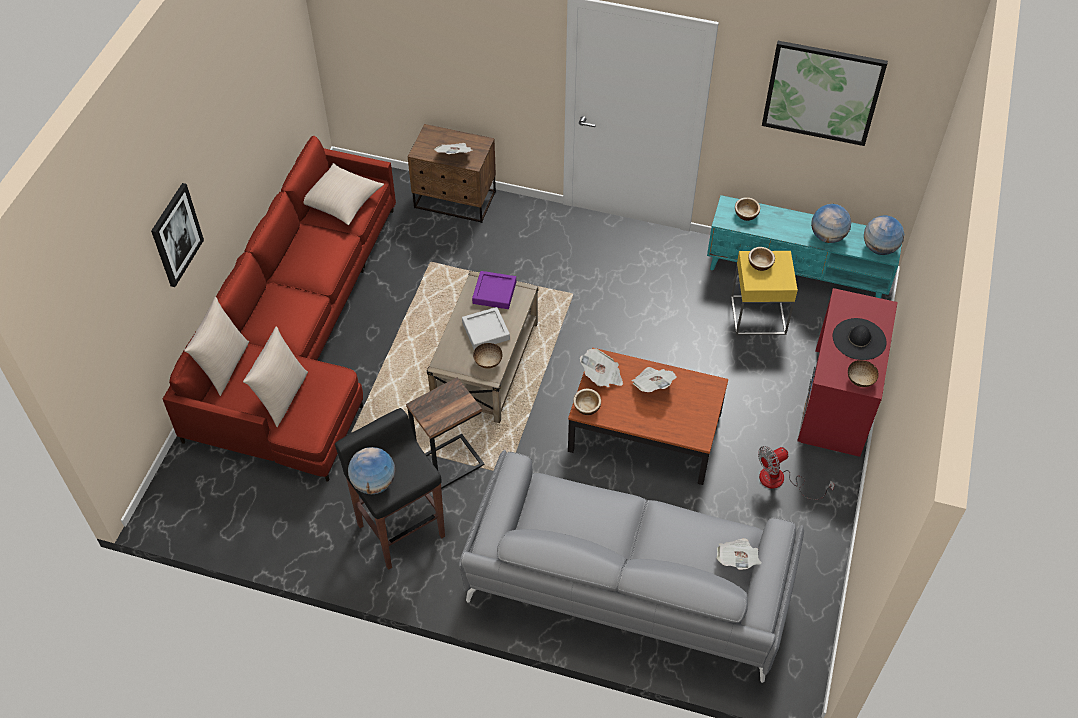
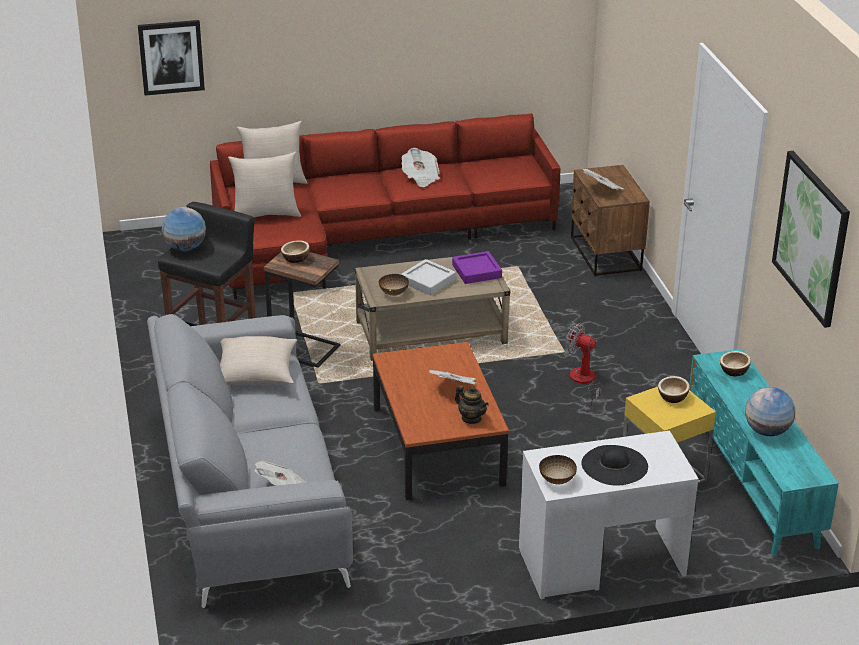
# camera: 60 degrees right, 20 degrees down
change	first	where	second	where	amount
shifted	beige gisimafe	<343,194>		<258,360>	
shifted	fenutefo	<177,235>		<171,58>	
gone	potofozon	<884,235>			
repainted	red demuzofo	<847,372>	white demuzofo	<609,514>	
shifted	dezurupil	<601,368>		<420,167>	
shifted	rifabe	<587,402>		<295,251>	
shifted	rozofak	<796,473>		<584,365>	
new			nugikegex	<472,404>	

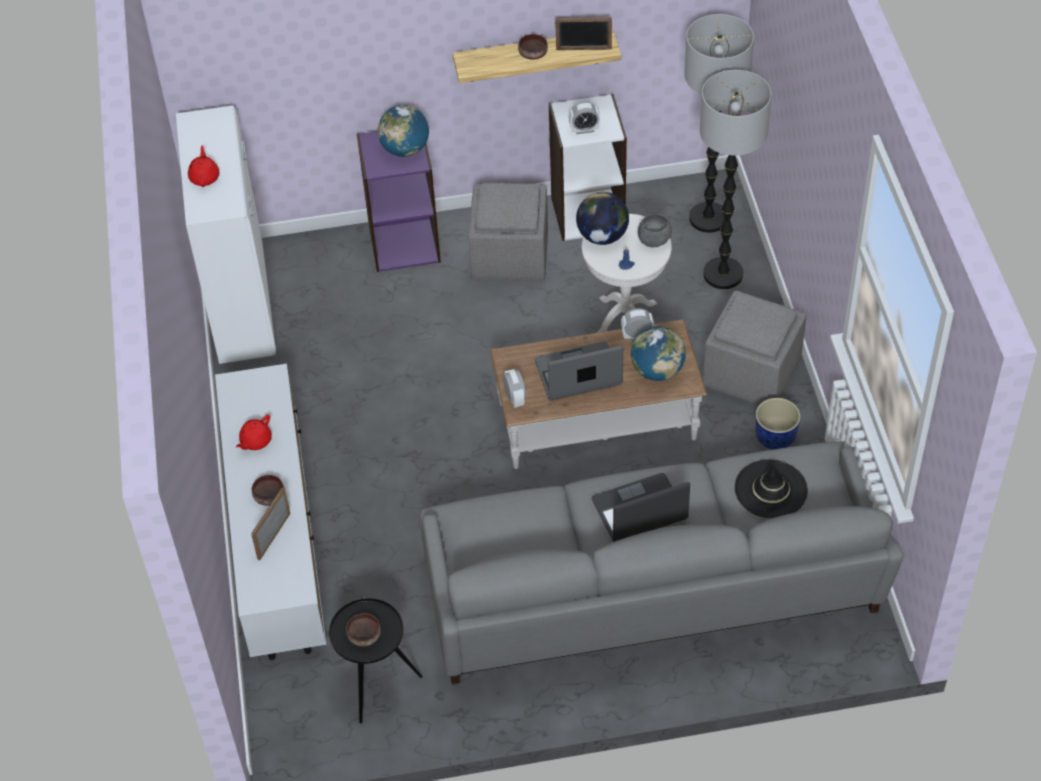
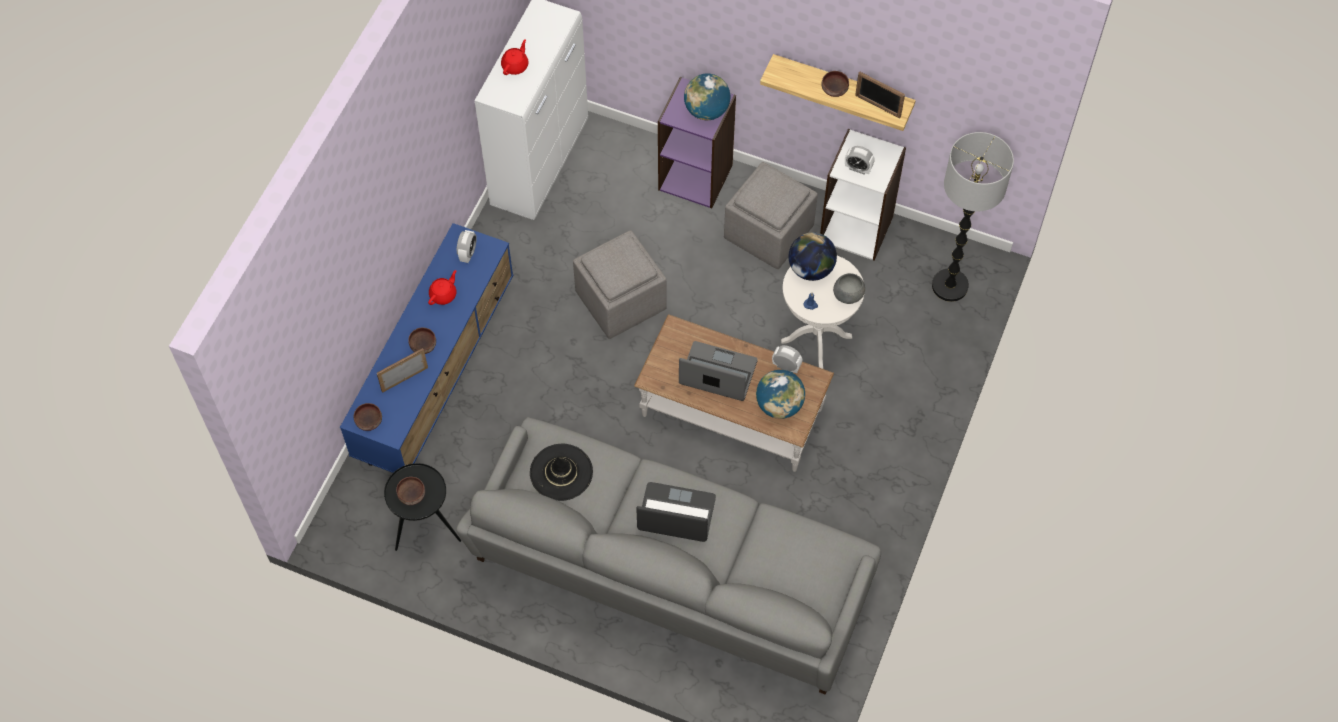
# camera: 30 degrees right, 10 degrees up
change	first	where	second	where	amount
gone	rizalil	<736,179>			
shifted	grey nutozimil	<755,347>		<619,284>	
repainted	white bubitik	<270,512>	blue bubitik	<426,348>	
shifted	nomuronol	<514,388>		<467,246>	
gone	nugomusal	<778,424>			
rotated	red nugikegex	<254,432>		<442,287>	150 degrees clockwise
shifted	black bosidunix	<771,489>		<561,472>	
new			brown rifabe	<368,417>	

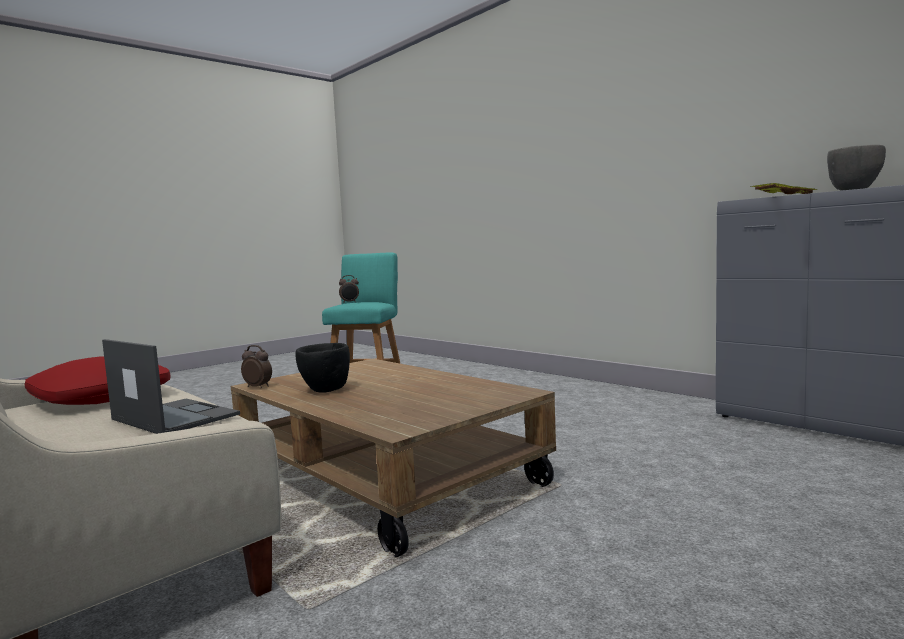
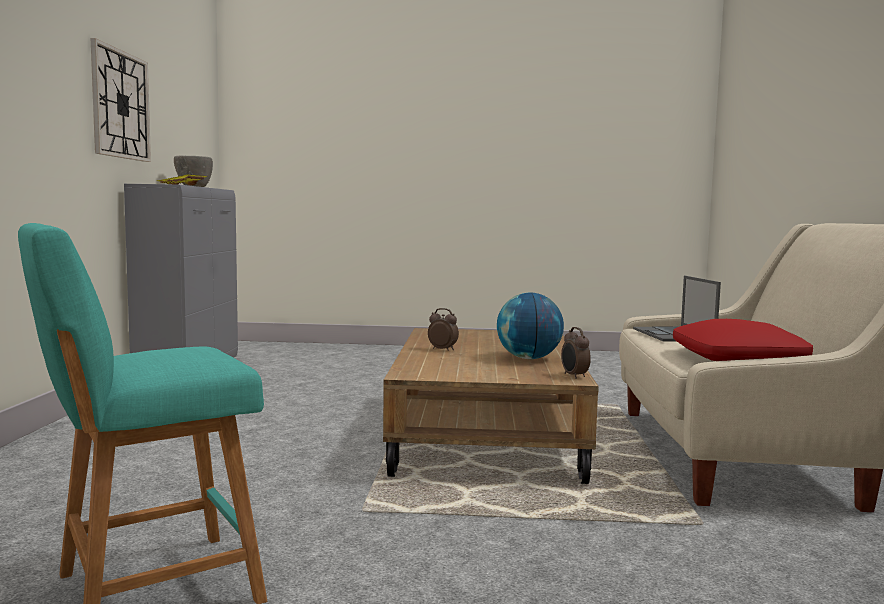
# camera: 135 degrees left, 0 degrees up
change	first	where	second	where	amount
shifted	nomuronol	<349,289>		<443,329>	
swapped	black rifabe	<323,368>	potofozon	<530,326>	
new			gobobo	<121,100>	

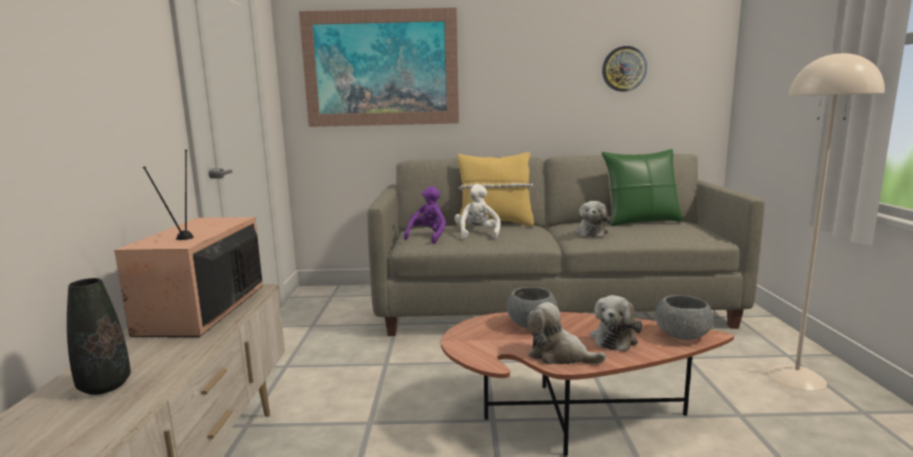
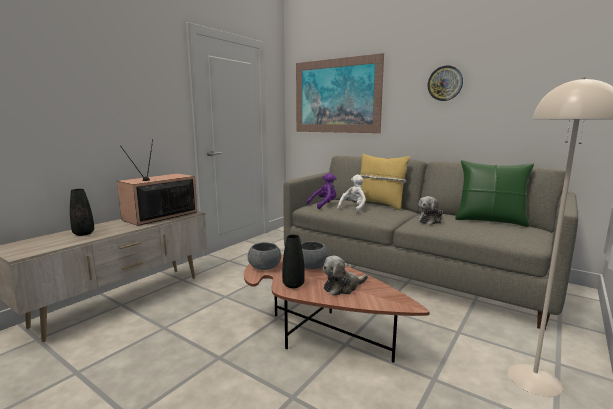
# camera: 35 degrees right, 0 degrees up
change	first	where	second	where	amount
shifted	gobobo	<624,69>		<445,83>	
shifted	grey rifabe	<684,317>		<264,256>	
swapped	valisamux	<566,333>	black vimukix	<293,261>	

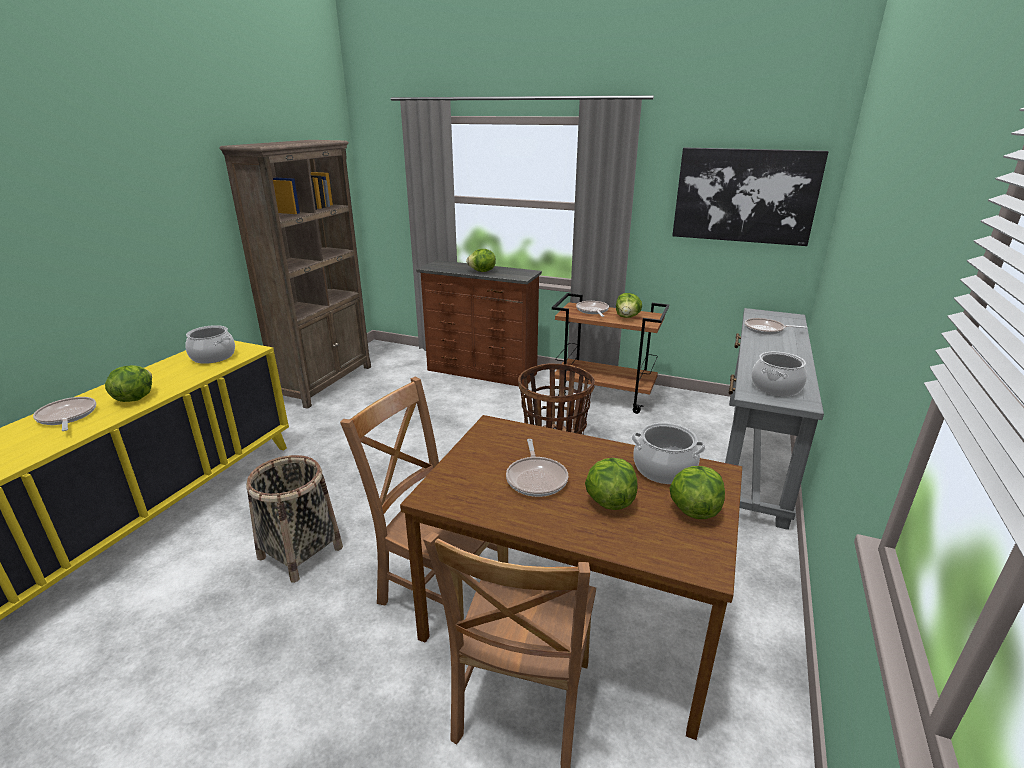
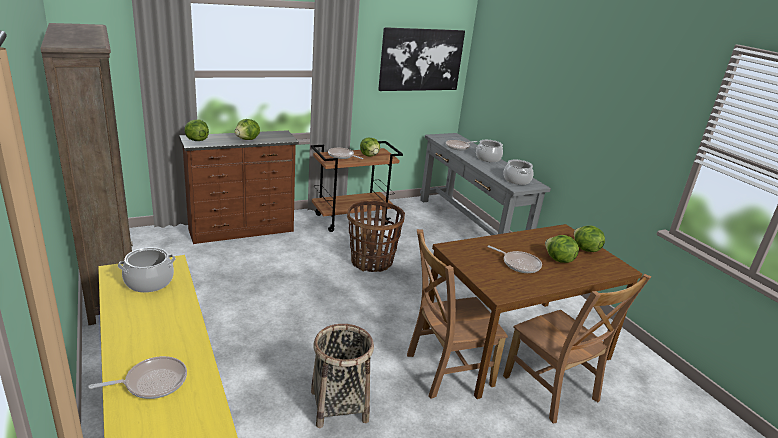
# camera: 50 degrees left, 0 degrees up
change	first	where	second	where	amount
shifted	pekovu	<128,383>		<196,130>	
rotated	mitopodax	<64,414>		<137,377>	150 degrees clockwise
shifted	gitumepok	<668,453>		<489,151>	

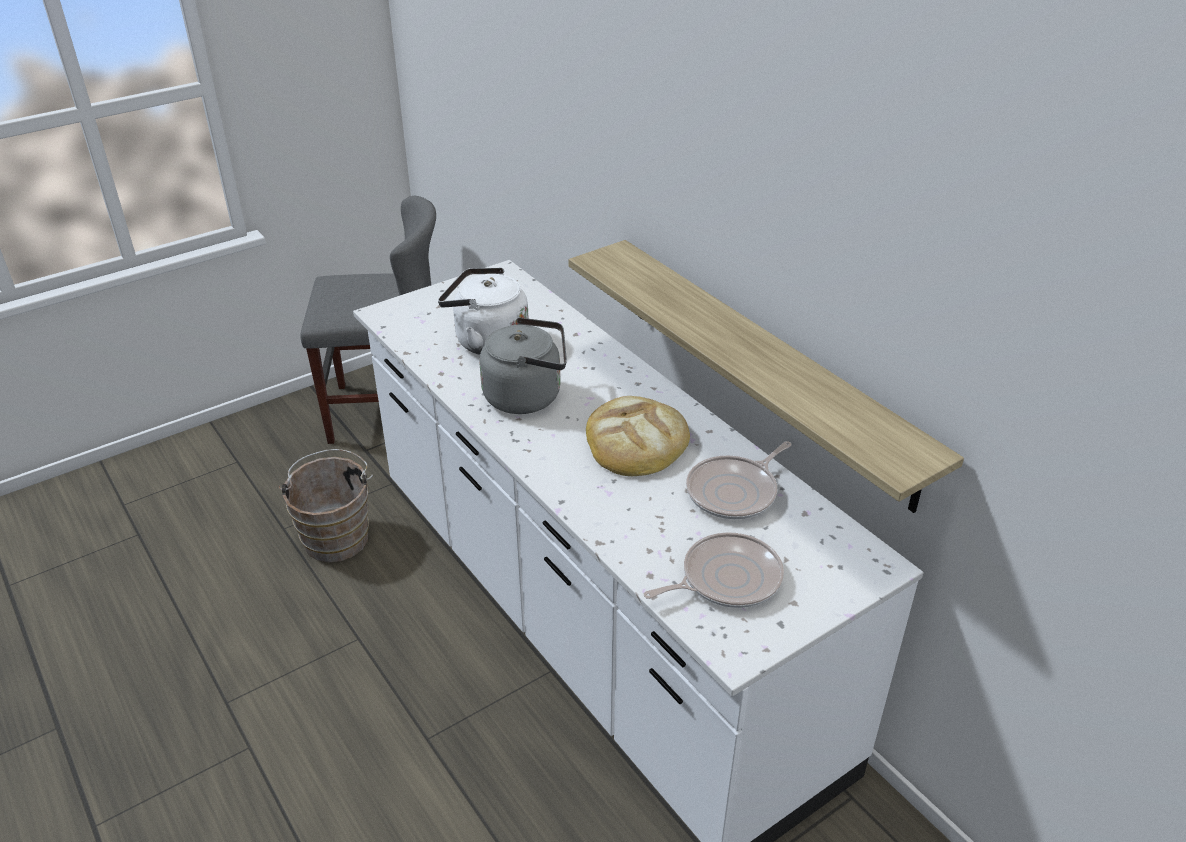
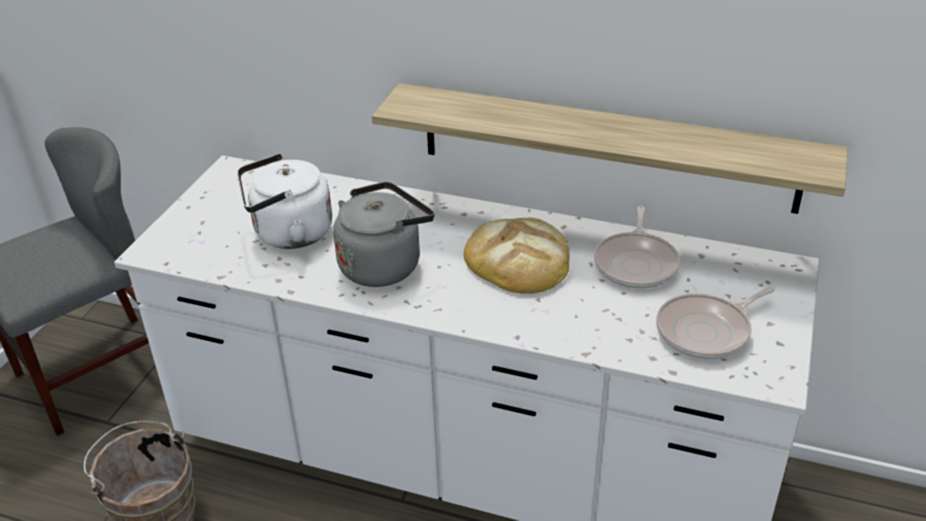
# camera: 35 degrees left, 0 degrees up
change	first	where	second	where	amount
rotated	mitopodax	<713,570>		<715,323>	150 degrees counterclockwise

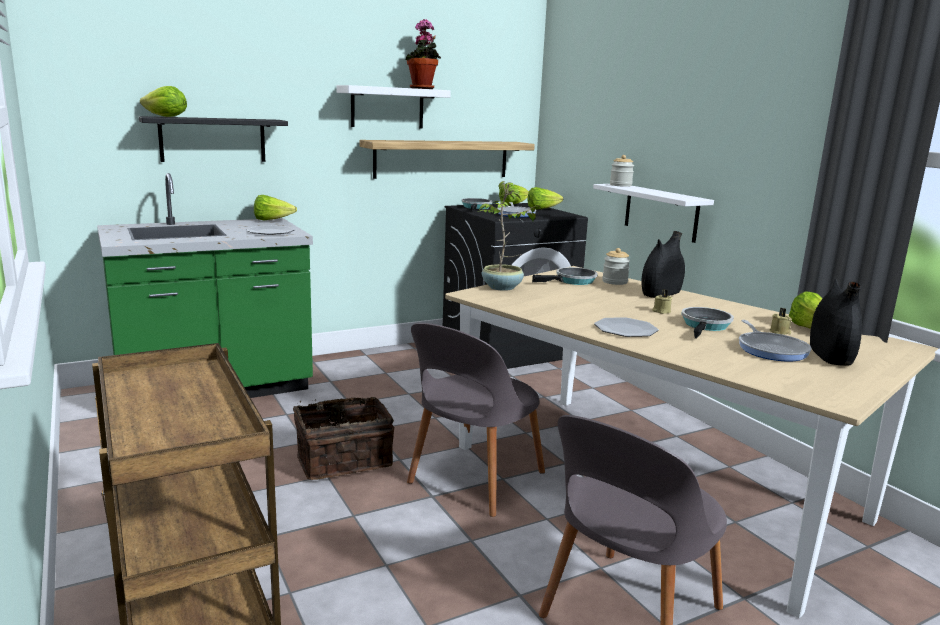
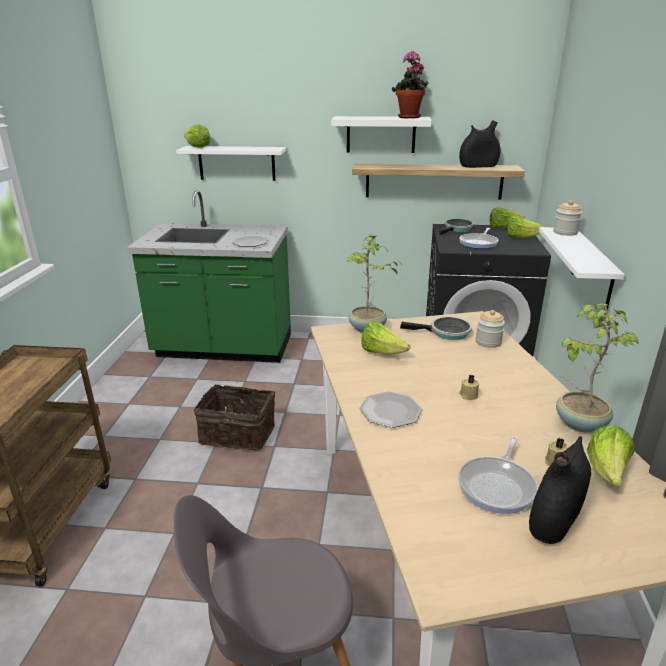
# camera: 35 degrees right, 10 degrees up
change	first	where	second	where	amount
repainted	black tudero	<213,139>	white tudero	<231,163>	
shifted	pekovu	<275,207>		<386,338>	
shifted	black vimukix	<663,264>		<479,144>	
gone	mitopodax	<707,323>			
gone	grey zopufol	<476,420>			
new			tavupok	<597,368>	

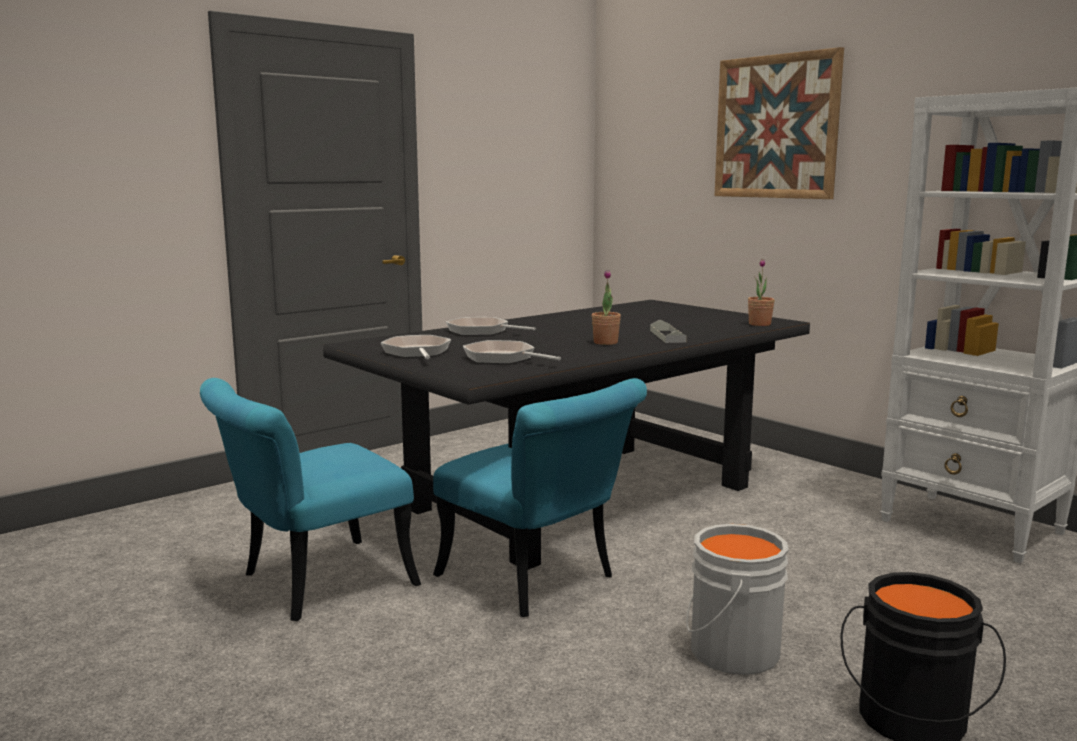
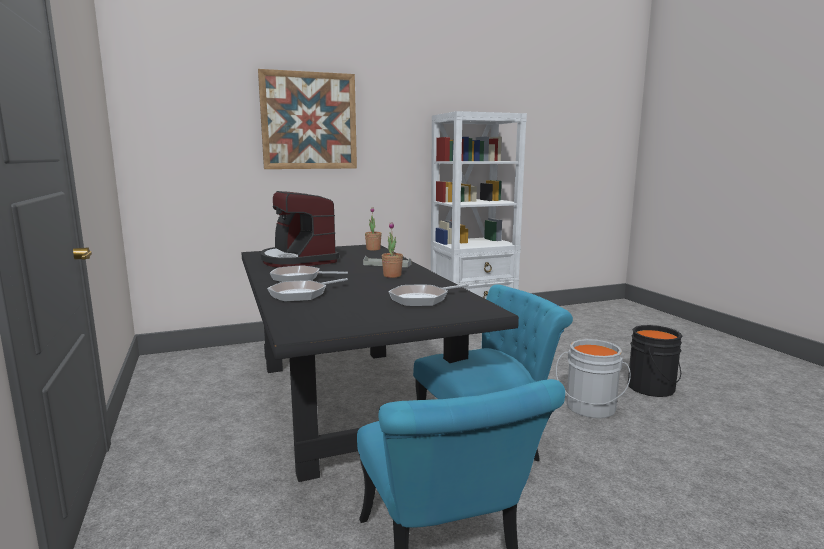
# camera: 70 degrees left, 0 degrees up
change	first	where	second	where	amount
shifted	mitopodax	<416,347>		<309,273>	
new			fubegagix	<299,229>	

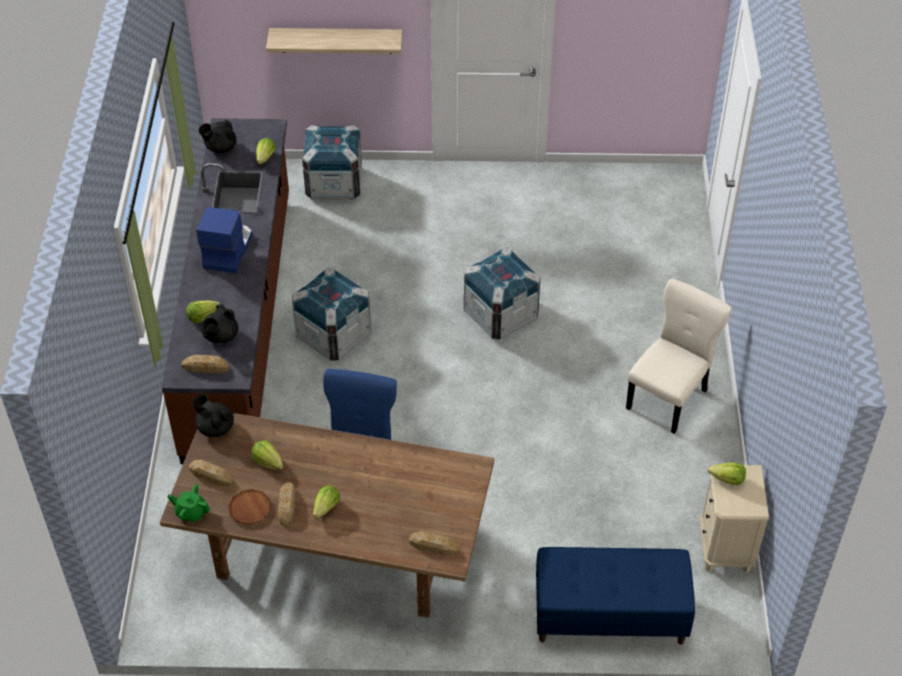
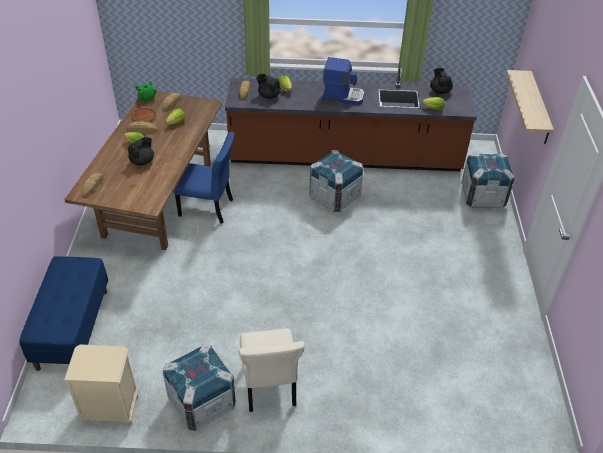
# camera: 90 degrees right, 5 degrees down
change	first	where	second	where	amount
shifted	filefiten	<502,294>		<199,387>	
rotated	beige zopufol	<679,356>		<272,370>	45 degrees clockwise
shifted	black nugikegex	<213,415>		<141,151>	
gone	pekovu	<727,473>			

